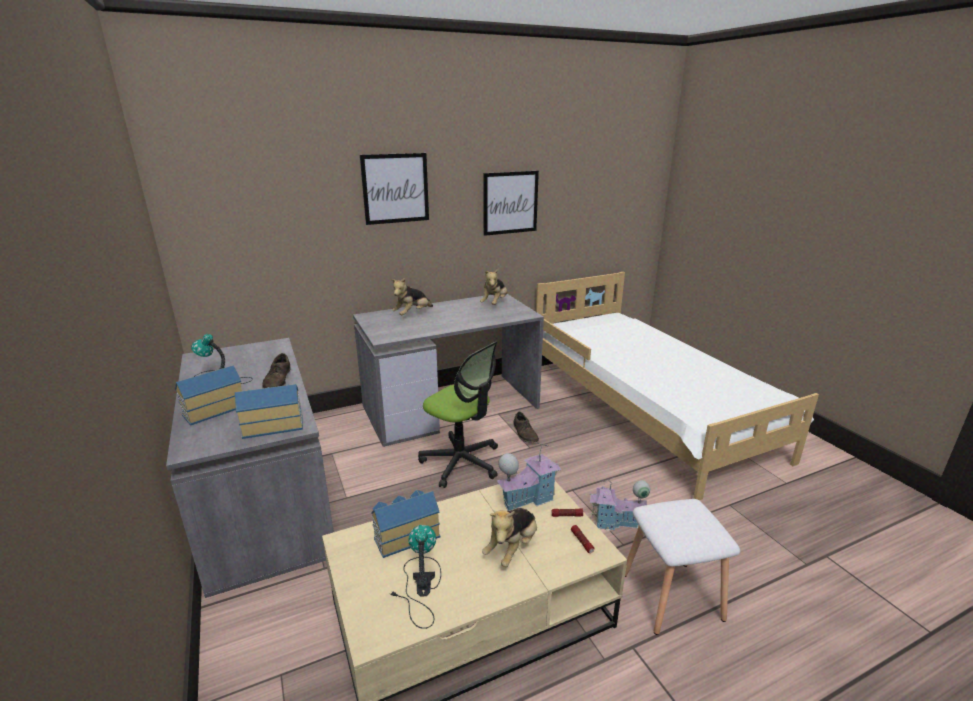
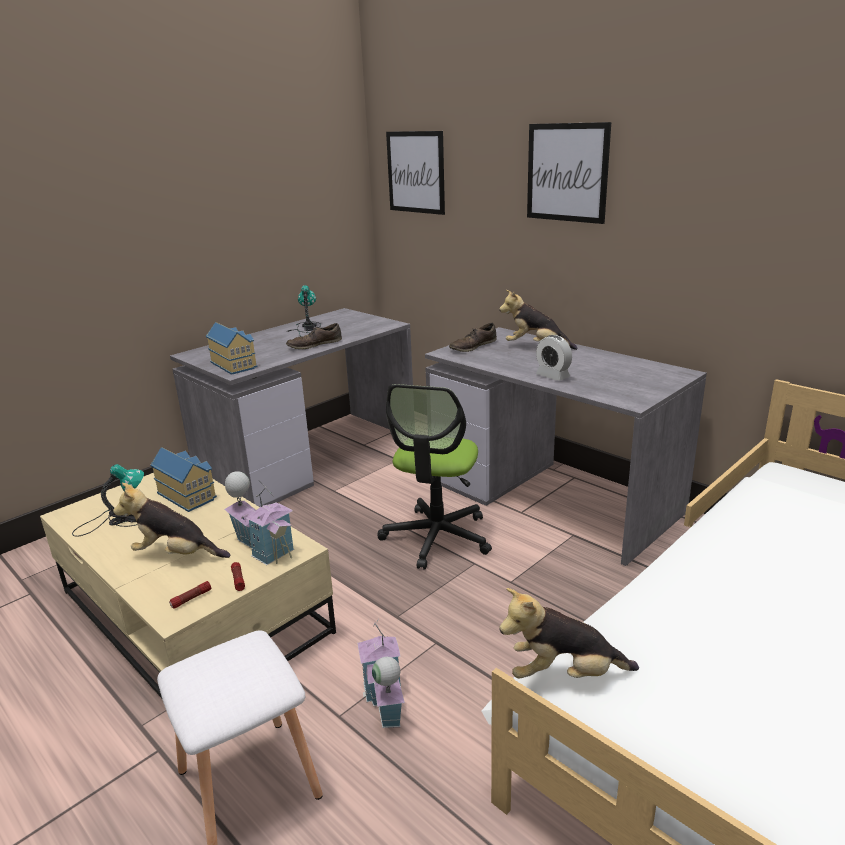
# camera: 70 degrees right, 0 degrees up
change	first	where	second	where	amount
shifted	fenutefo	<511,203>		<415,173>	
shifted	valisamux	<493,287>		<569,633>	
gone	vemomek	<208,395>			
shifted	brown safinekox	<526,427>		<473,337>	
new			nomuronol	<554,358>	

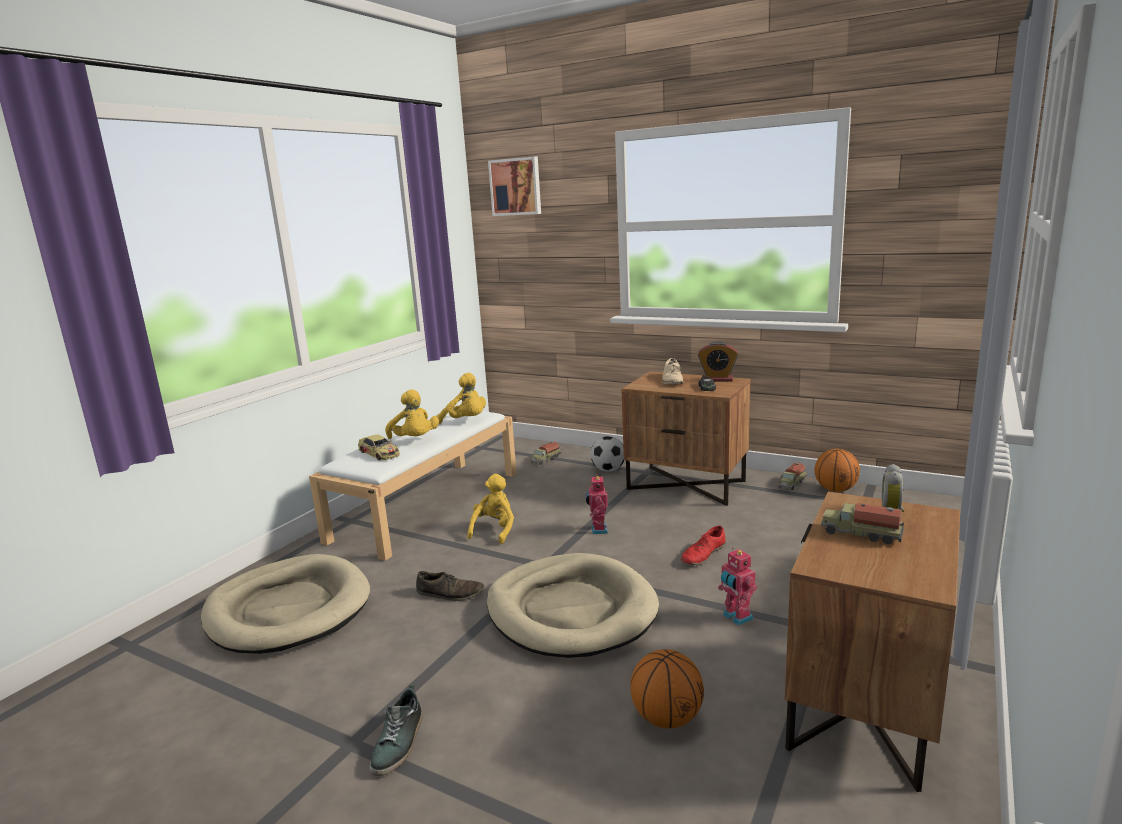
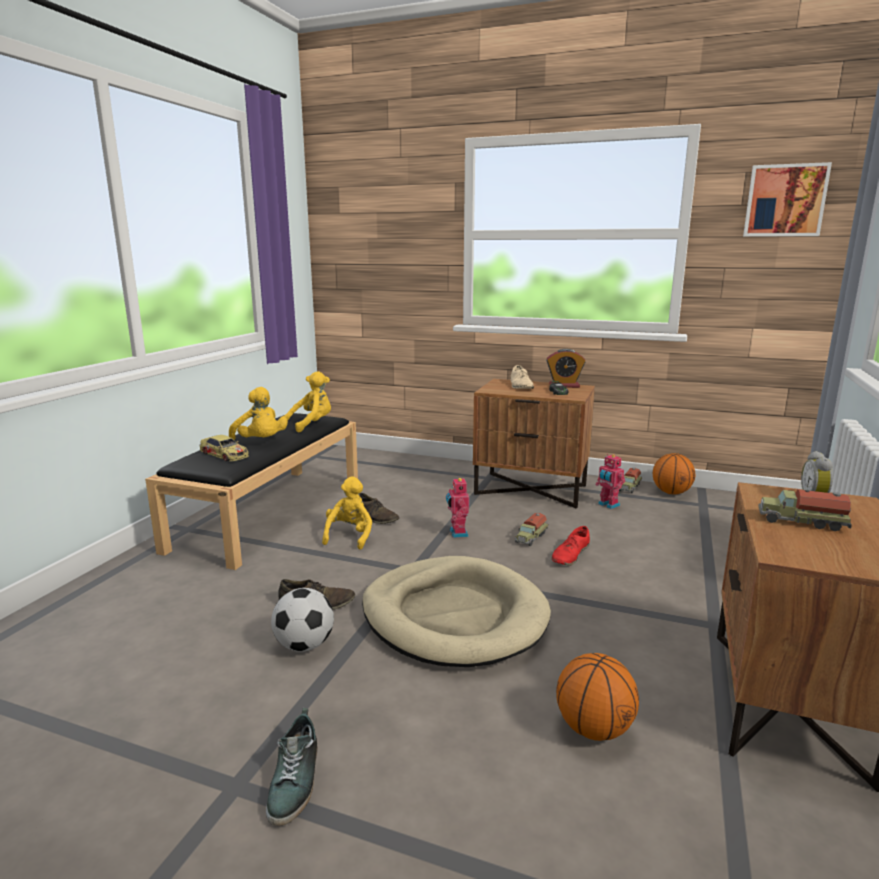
# camera: 10 degrees left, 0 degrees up
change	first	where	second	where	amount
shifted	fenutefo	<514,186>		<787,199>	
rotated	yellow valisamux	<461,398>		<307,402>	60 degrees counterclockwise
repainted	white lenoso	<413,484>	black lenoso	<251,491>	
shifted	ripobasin	<607,454>		<302,620>	
shifted	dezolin	<545,453>		<531,529>	
shifted	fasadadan	<737,587>		<610,481>	
gone	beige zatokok	<285,604>			
new			brown safinekox	<379,508>	

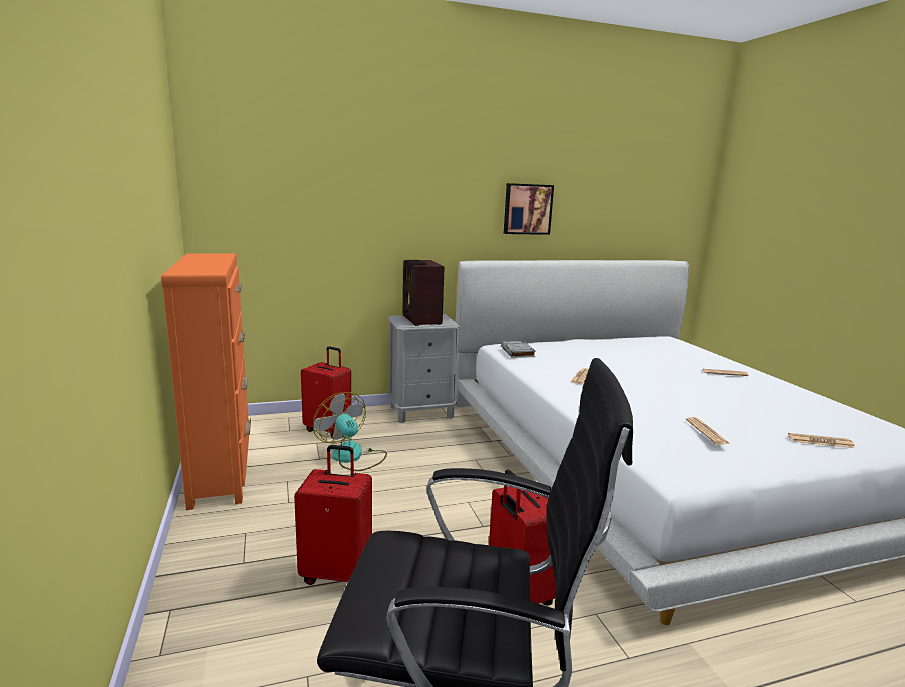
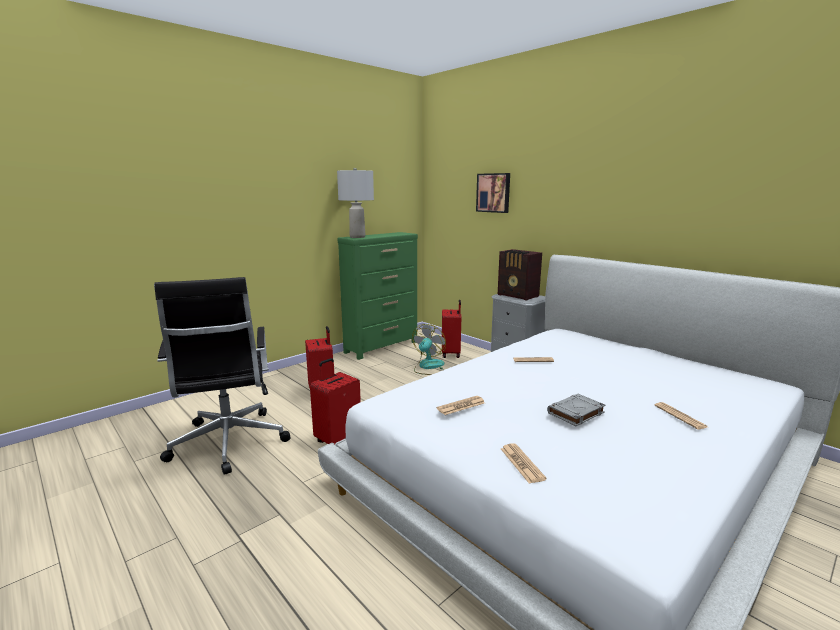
# camera: 65 degrees right, 0 degrees up
change	first	where	second	where	amount
shifted	fenutefo	<529,209>		<493,193>	
repainted	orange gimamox	<206,381>	green gimamox	<378,296>	
rotated	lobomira	<423,293>		<520,274>	90 degrees counterclockwise
shifted	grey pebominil	<518,349>		<576,410>	
new			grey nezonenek	<355,203>	

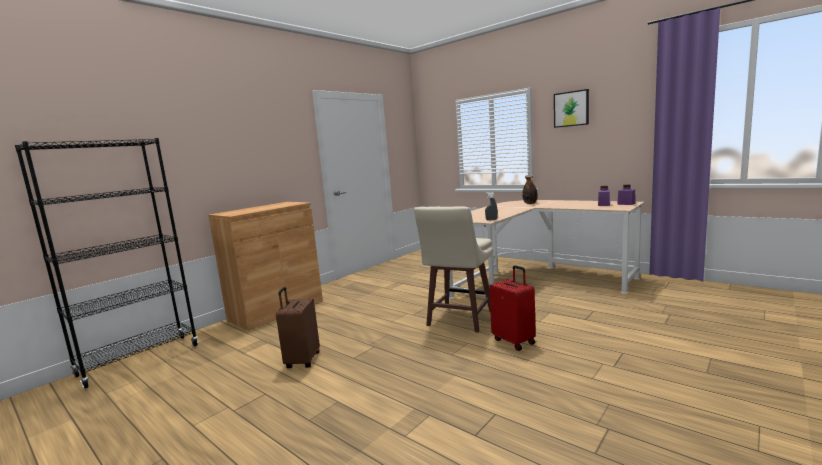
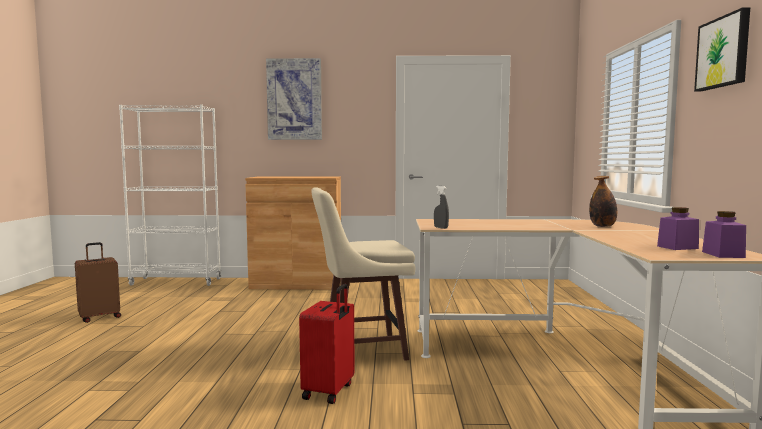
# camera: 50 degrees right, 5 degrees down
change	first	where	second	where	amount
repainted	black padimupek	<106,263>	white padimupek	<170,195>	
shifted	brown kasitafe	<298,327>		<98,282>	
new			fenutefo	<294,99>	

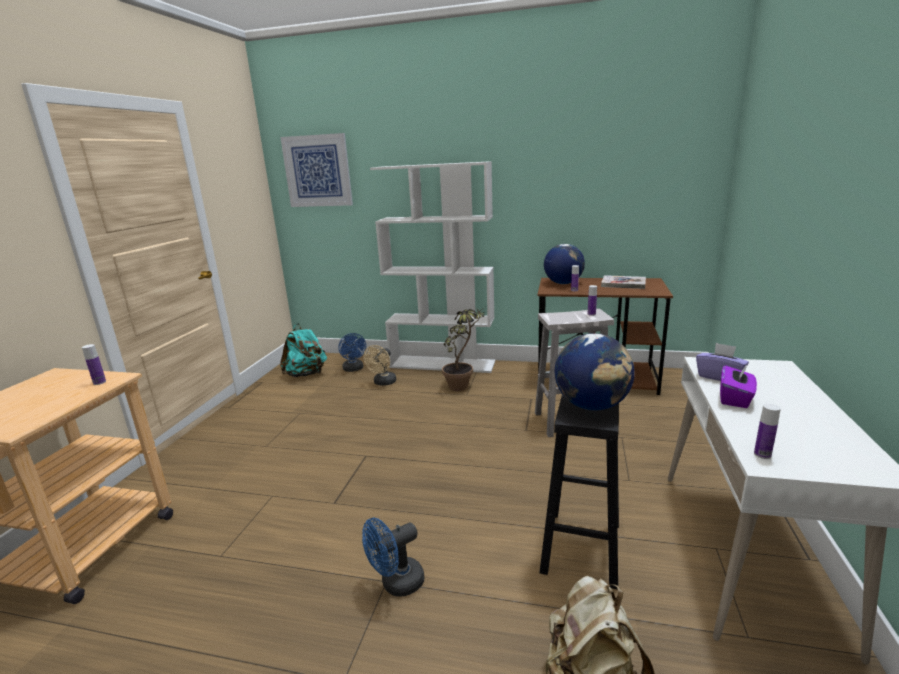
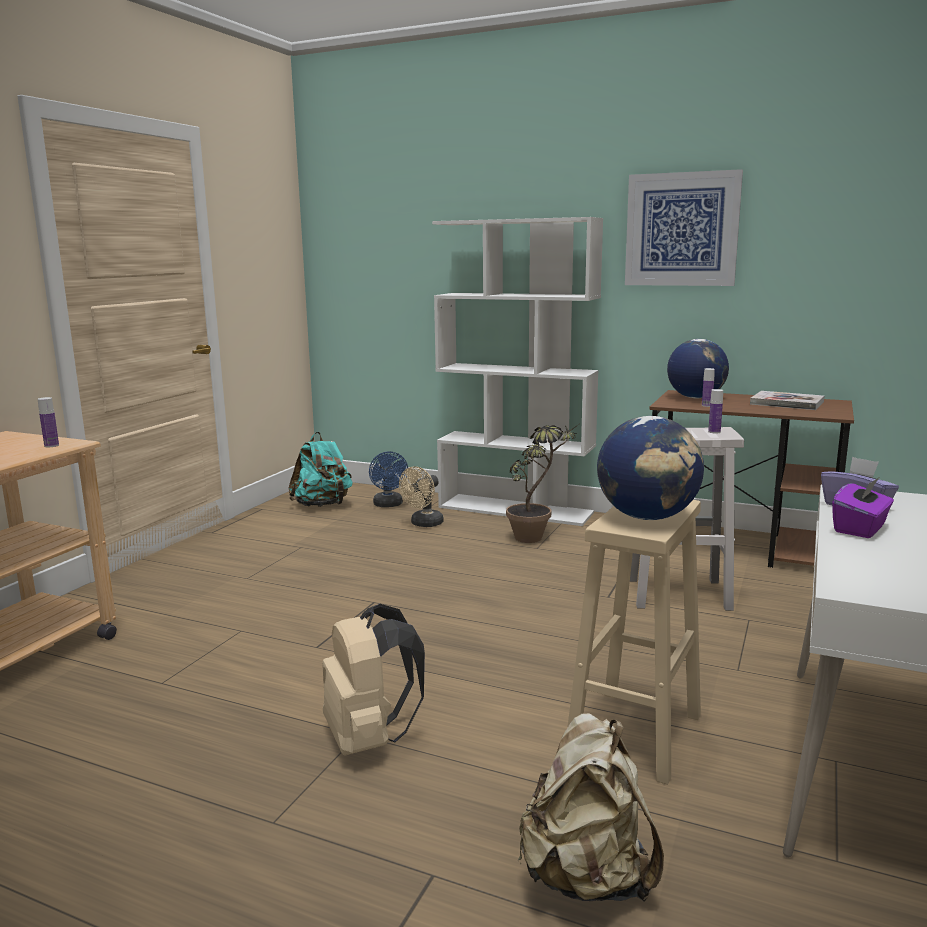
# camera: 10 degrees right, 5 degrees down
change	first	where	second	where	amount
shifted	fenutefo	<316,170>		<684,227>	
repainted	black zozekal	<579,492>	beige zozekal	<634,642>	
gone	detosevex	<767,431>			
swapped	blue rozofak	<393,557>	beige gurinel	<373,680>	

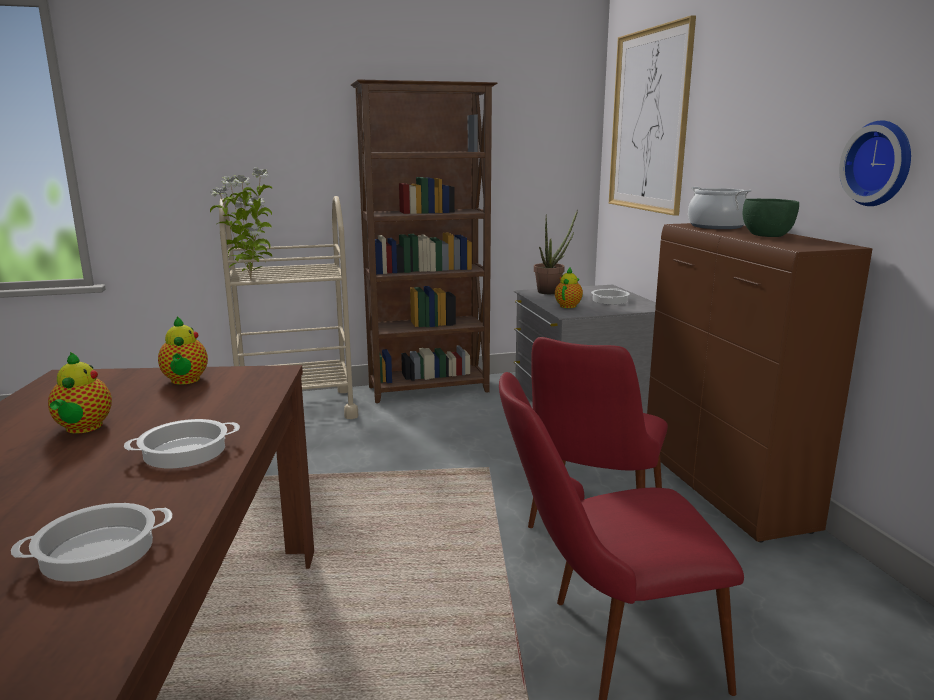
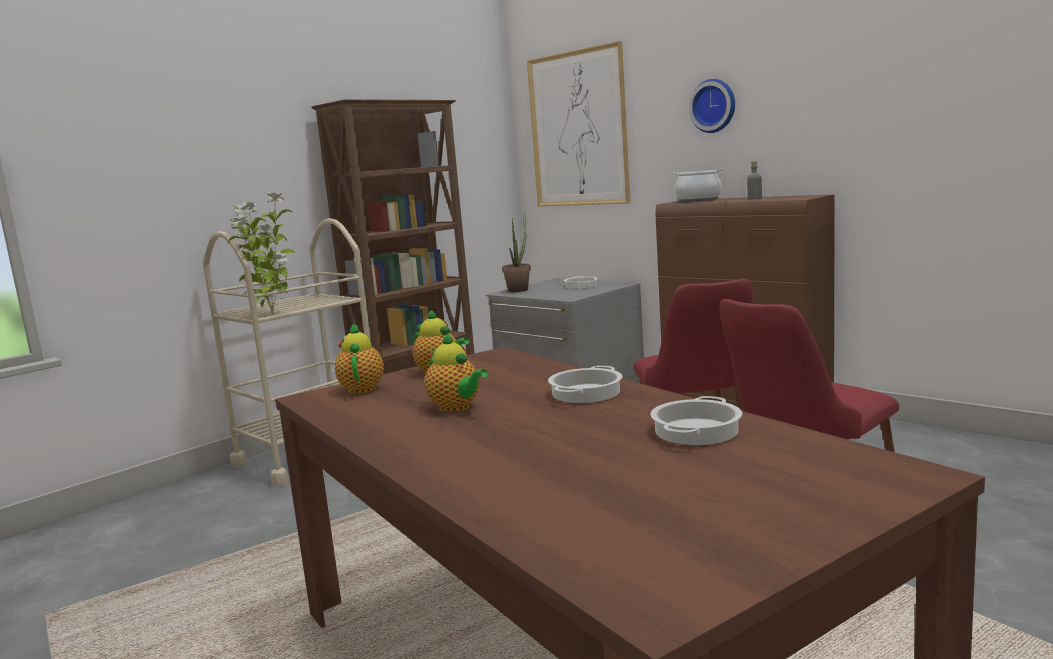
# camera: 30 degrees left, 5 degrees down
change	first	where	second	where	amount
shifted	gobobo	<875,163>		<712,106>	
swapped	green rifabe	<771,218>	grey detosevex	<754,180>	
shifted	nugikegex	<569,288>		<359,358>	

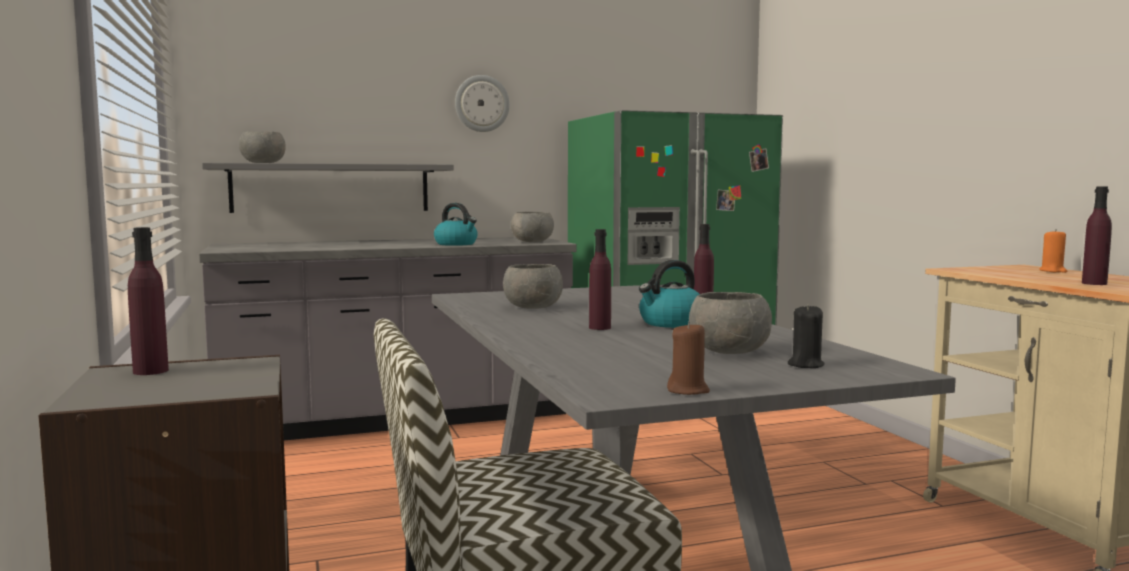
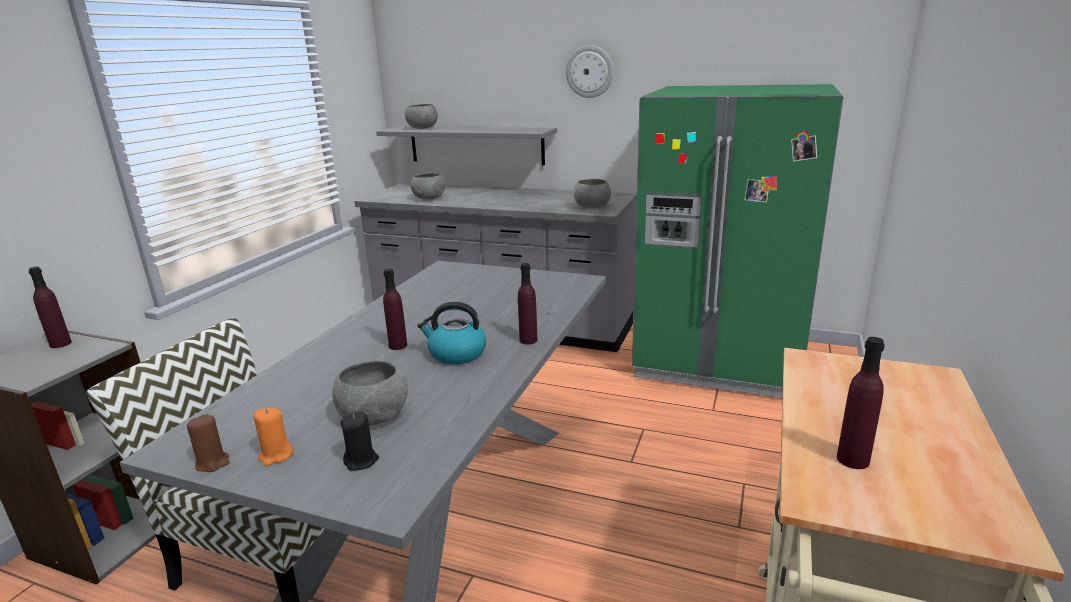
# camera: 40 degrees right, 15 degrees up
change	first	where	second	where	amount
gone	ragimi	<456,224>			
shifted	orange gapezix	<1053,251>		<274,437>	
shifted	grey rifabe	<533,286>		<427,186>	

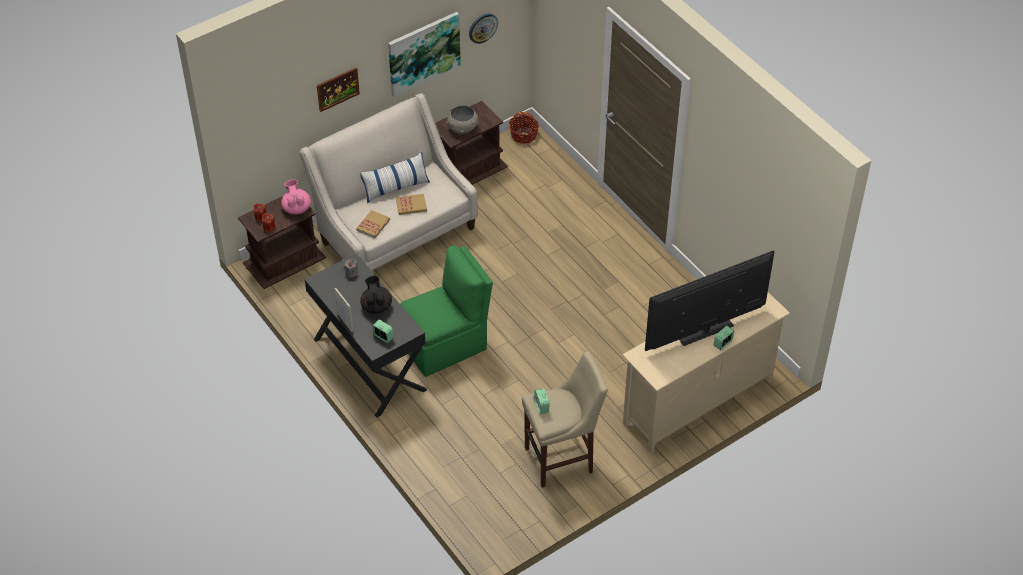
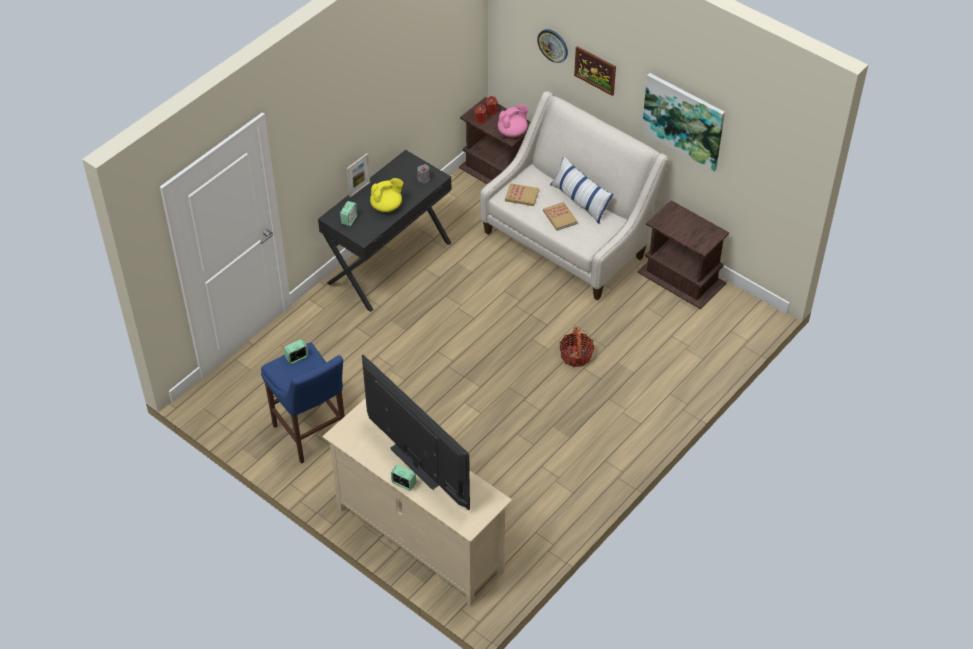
# camera: 75 degrees right, 0 degrees up
change	first	where	second	where	amount
shifted	gobobo	<483,29>		<552,46>	
gone	grey rifabe	<462,120>			
shifted	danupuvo	<524,128>		<576,347>	
gone	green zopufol	<446,311>			
repainted	black nugikegex	<376,295>	yellow nugikegex	<386,195>	
repainted	beige zozekal	<565,419>	blue zozekal	<303,403>	

